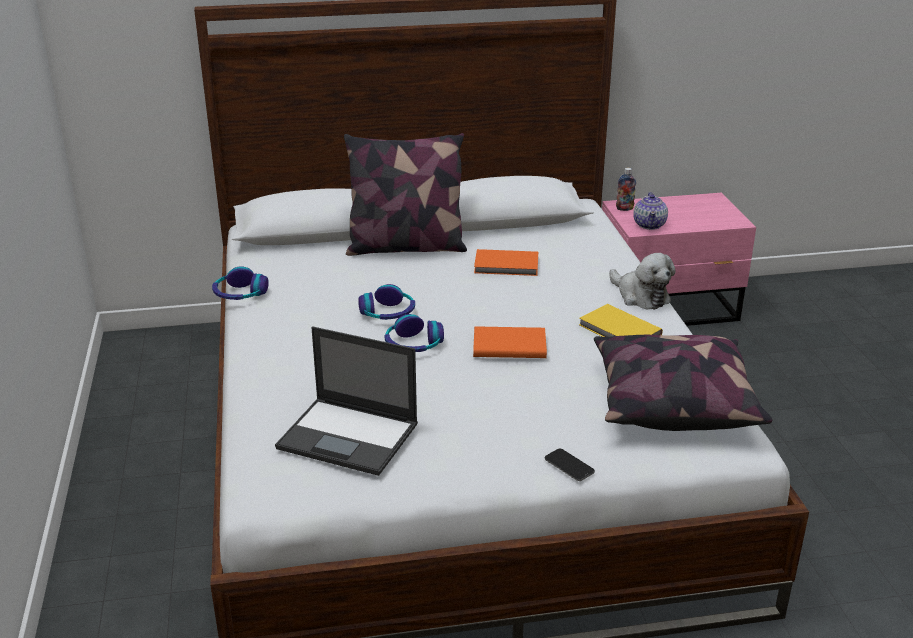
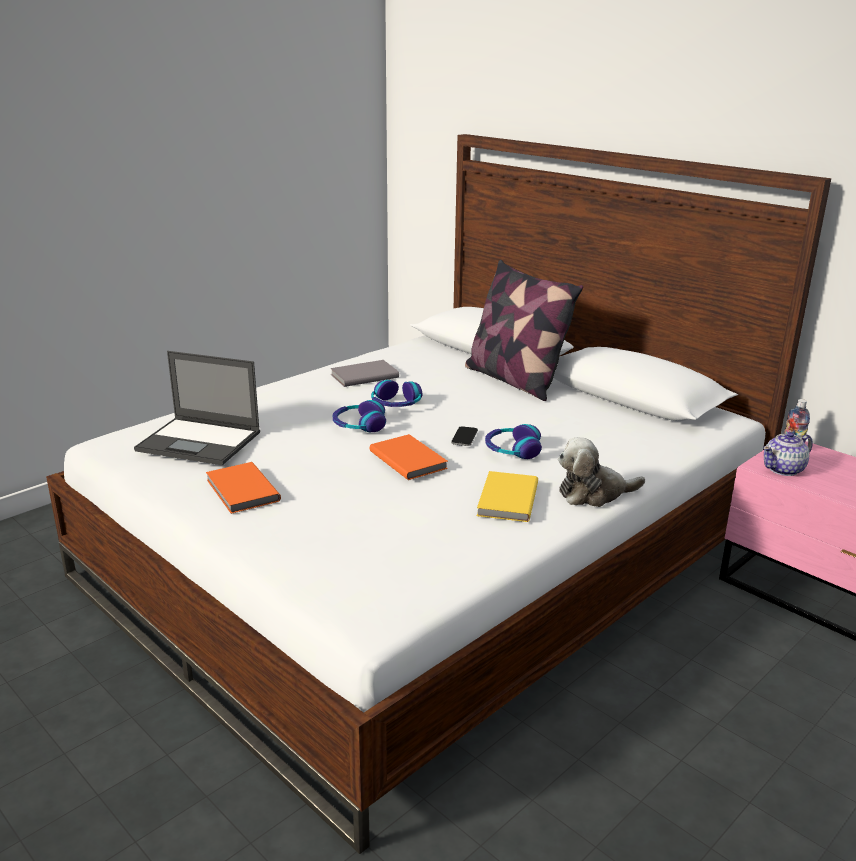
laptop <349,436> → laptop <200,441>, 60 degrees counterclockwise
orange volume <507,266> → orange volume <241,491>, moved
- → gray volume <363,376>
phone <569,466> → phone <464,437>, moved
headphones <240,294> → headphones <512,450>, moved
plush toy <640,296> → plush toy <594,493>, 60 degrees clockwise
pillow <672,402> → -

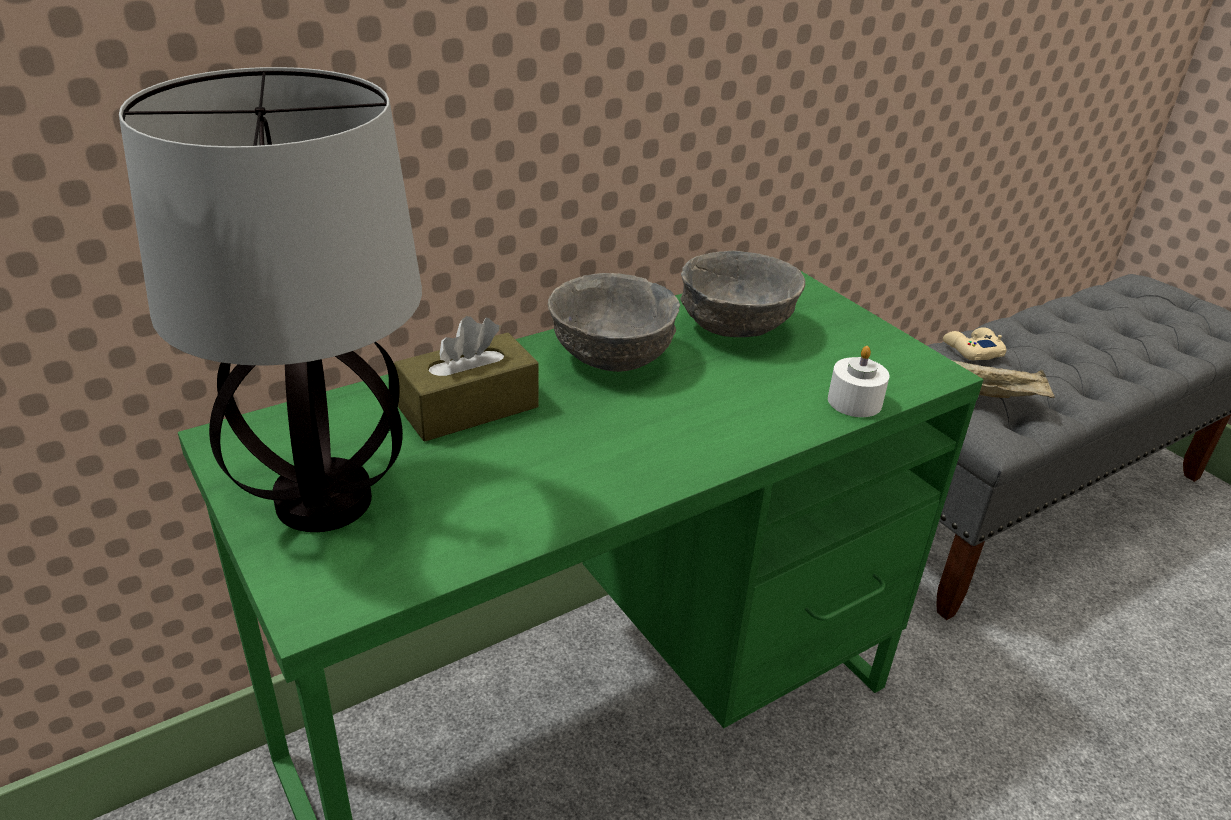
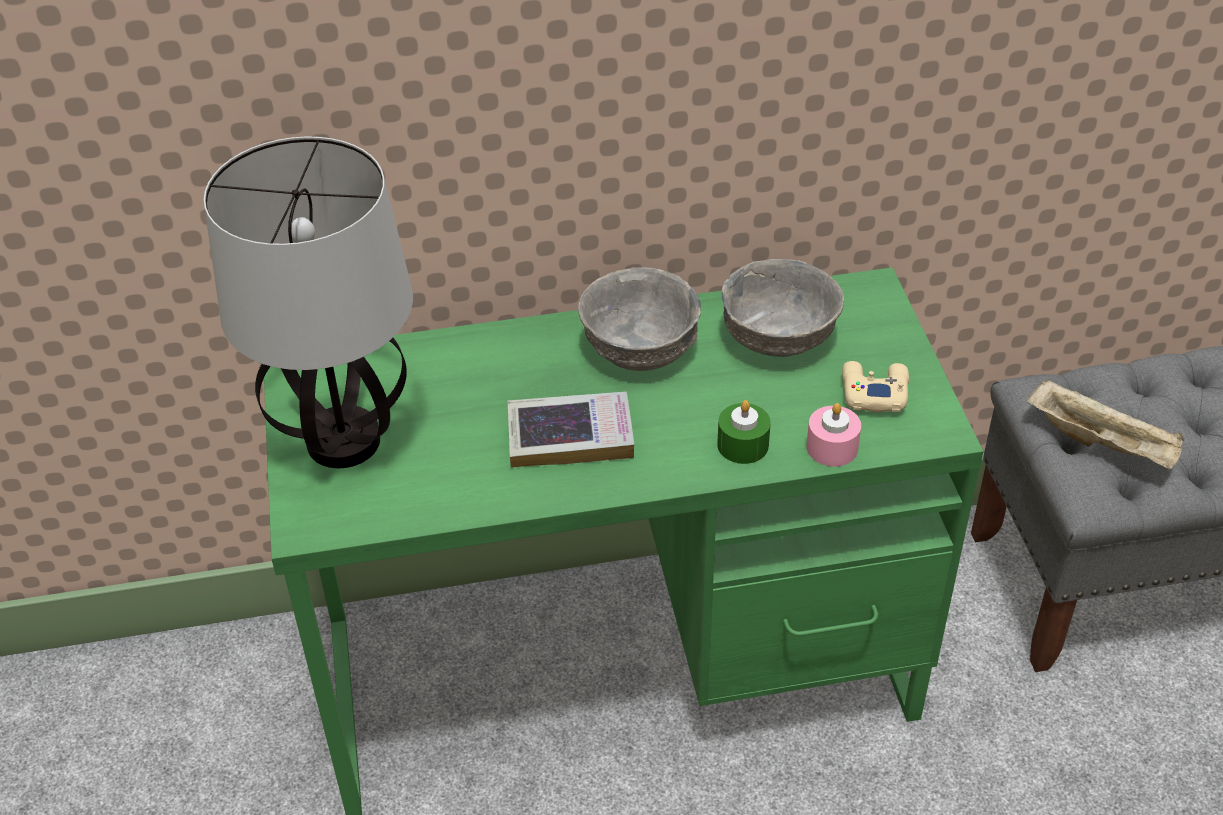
- → volume <570,436>
- → green-coloured wax light <743,445>
whitish wax light <854,401> → pink wax light <832,447>
sand-coloured joypad <972,350> → sand-coloured joypad <873,392>, moved
brownish tissue holder <468,407> → -

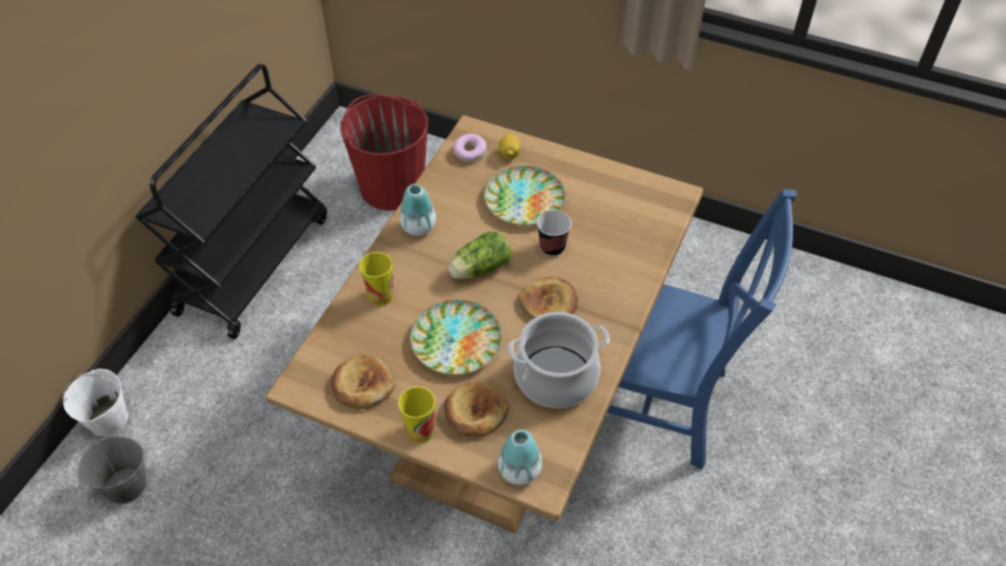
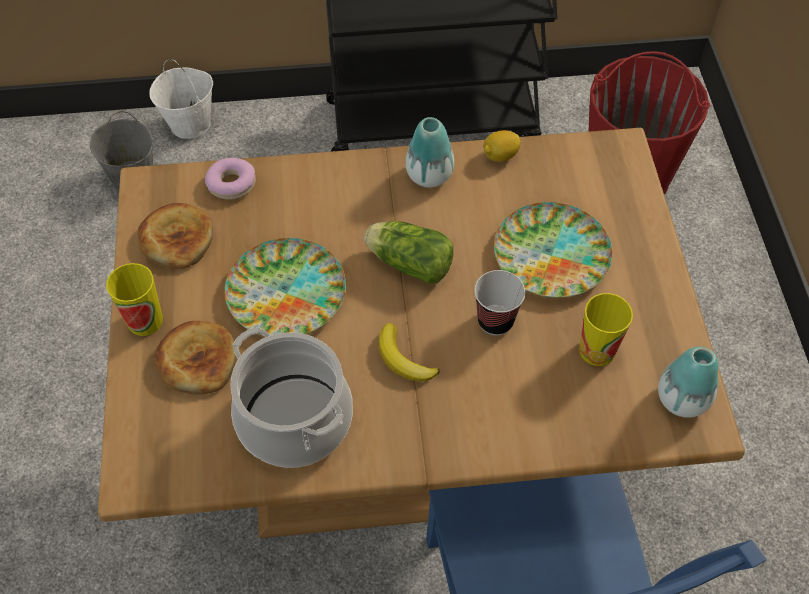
doughnut <469,152> → doughnut <231,184>, moved
bakery bread <549,303> → banana <404,359>
citrus fruit <509,154> → citrus fruit <500,156>, moved
drinking cup <380,295> → drinking cup <597,350>, moved
vase <519,471> → vase <682,399>, moved

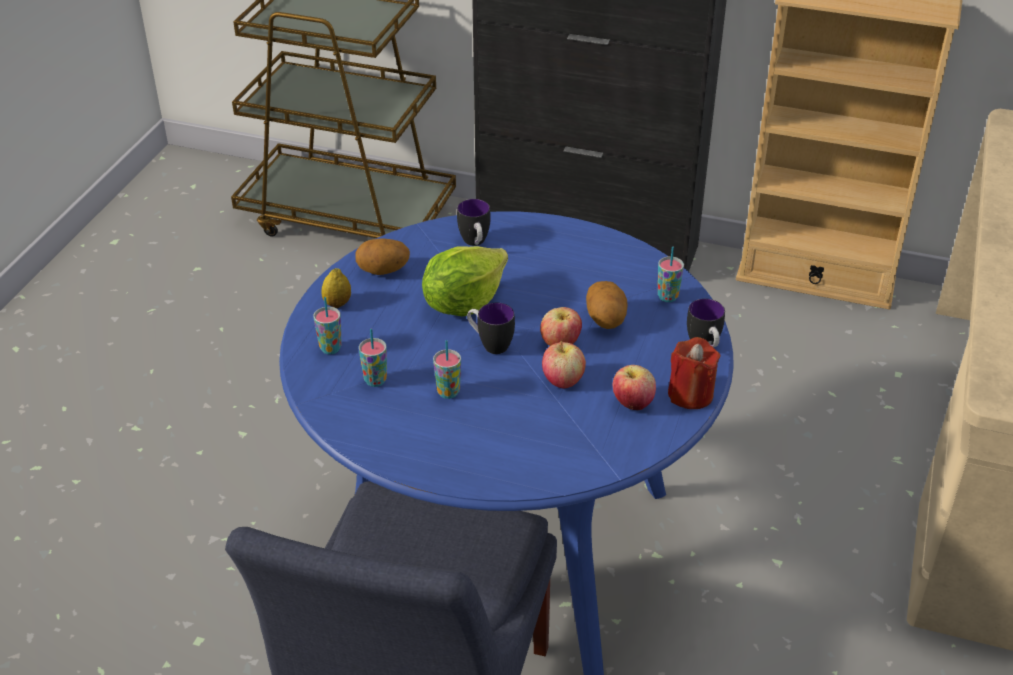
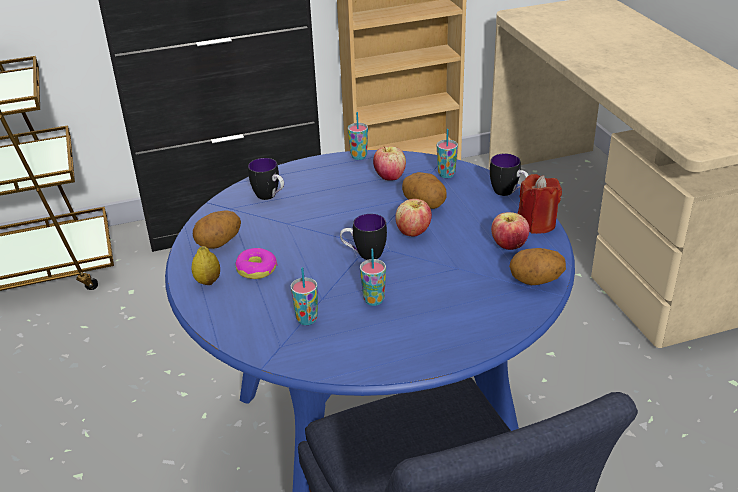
- → doughnut <256,269>
drinking cup <330,348> → drinking cup <359,156>, moved
apple fruit <563,381> → apple fruit <389,177>, moved
- → whole potato <536,282>
lettuce head <463,303> → -

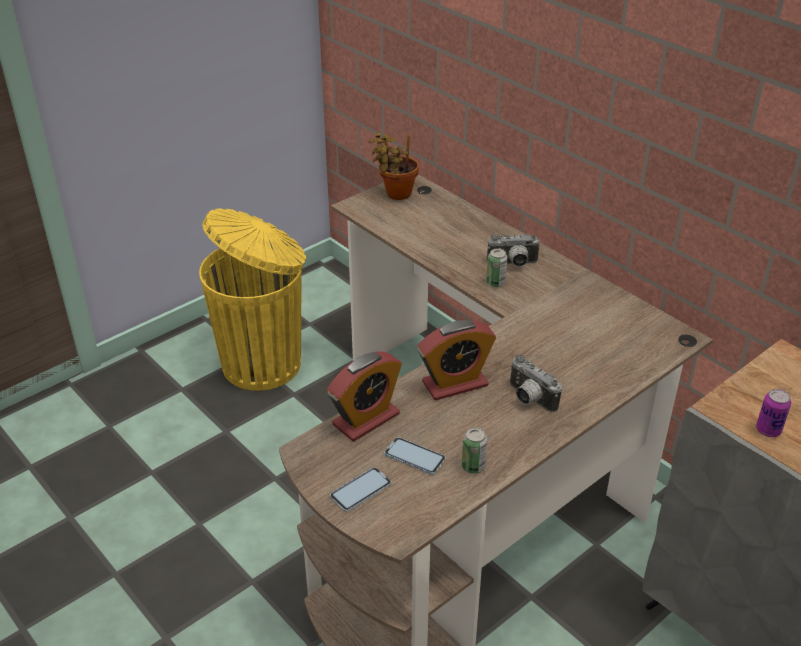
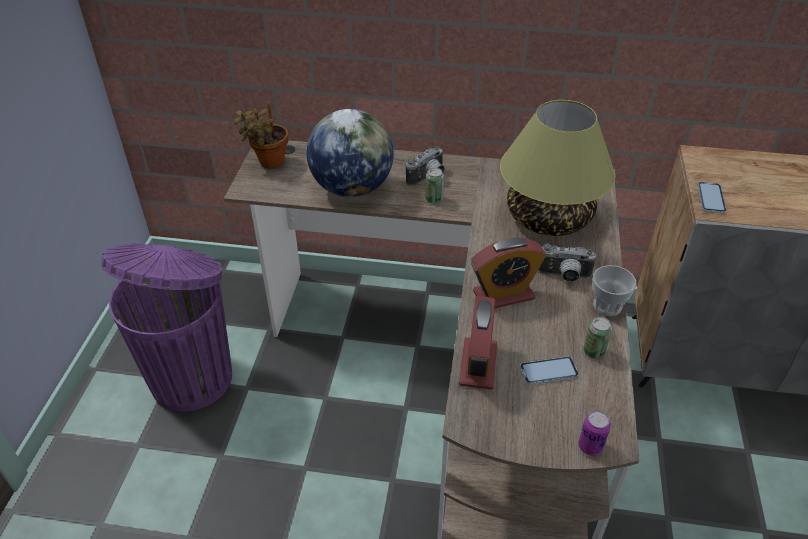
yellowish rubbish bin <264,363> → purplish rubbish bin <193,376>
- → globe <352,188>
bedside clock <455,384> → bedside clock <503,295>, 45 degrees clockwise
- → tabletop lamp <549,218>
sealed can <768,430> → sealed can <590,446>, moved
- → drinking cup <607,306>
phone <360,490> → phone <711,198>, moved

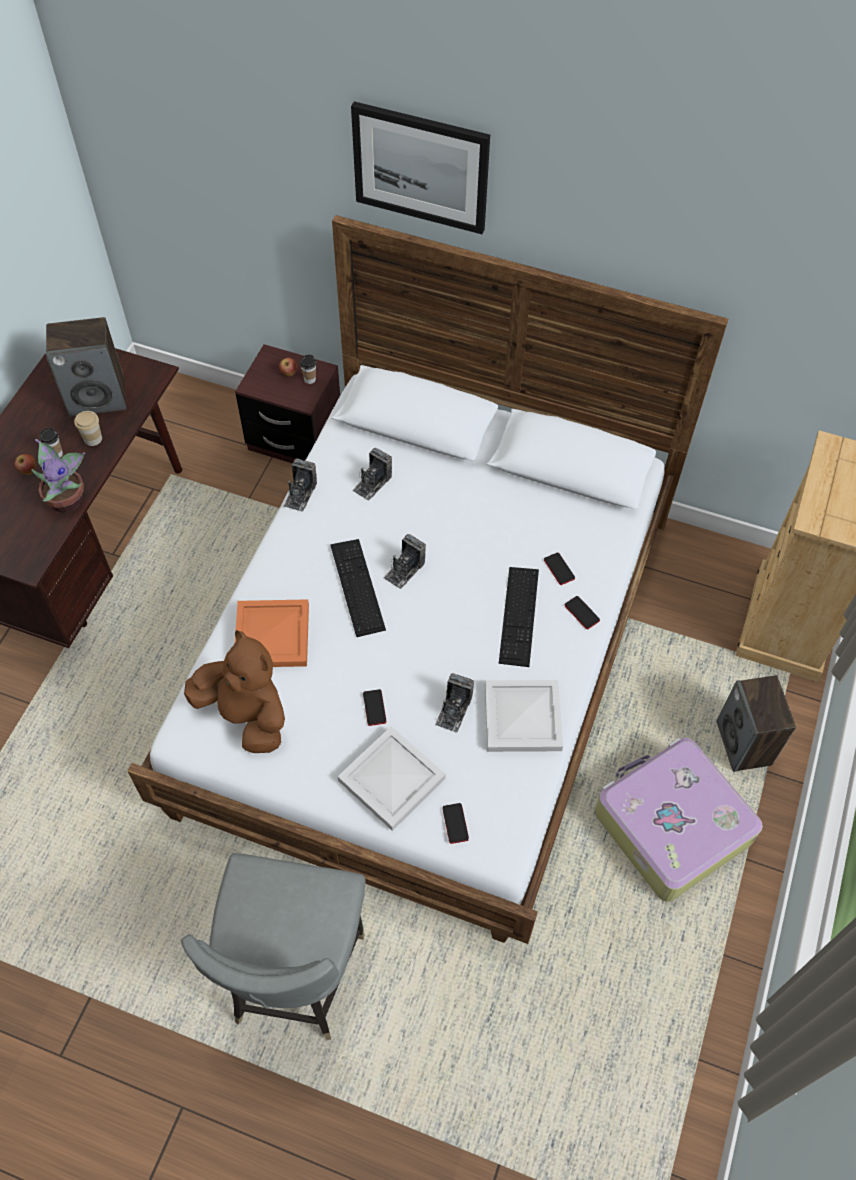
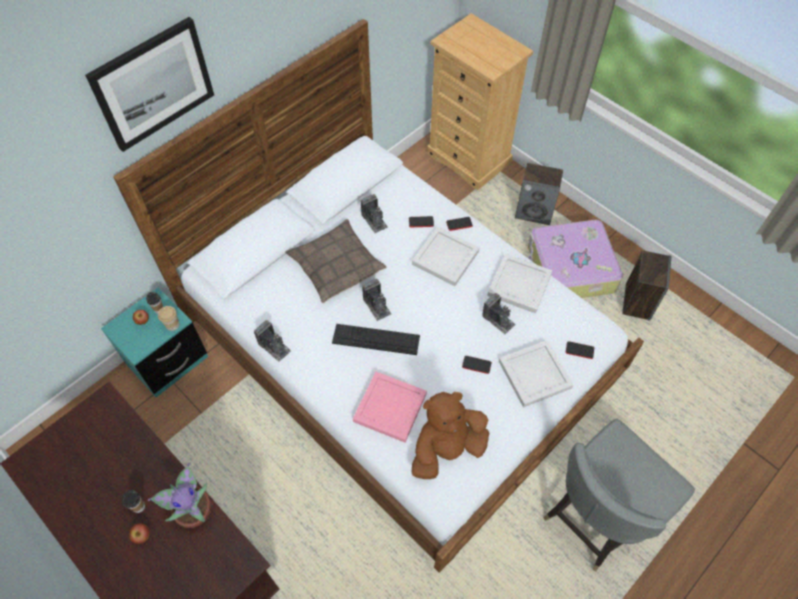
brownish night table <295,439> → turquoise night table <168,361>
drinking cup <93,439> → drinking cup <172,325>, moved
- → pillow <336,266>
orange tray <273,634> → pink tray <389,406>
still camera <372,483> → still camera <374,220>, moved
keyboard <519,616> → whitish tray <445,257>
gray upright chair <294,975> → gray upright chair <594,518>, 105 degrees clockwise
speaker <98,397> → speaker <637,301>, moved

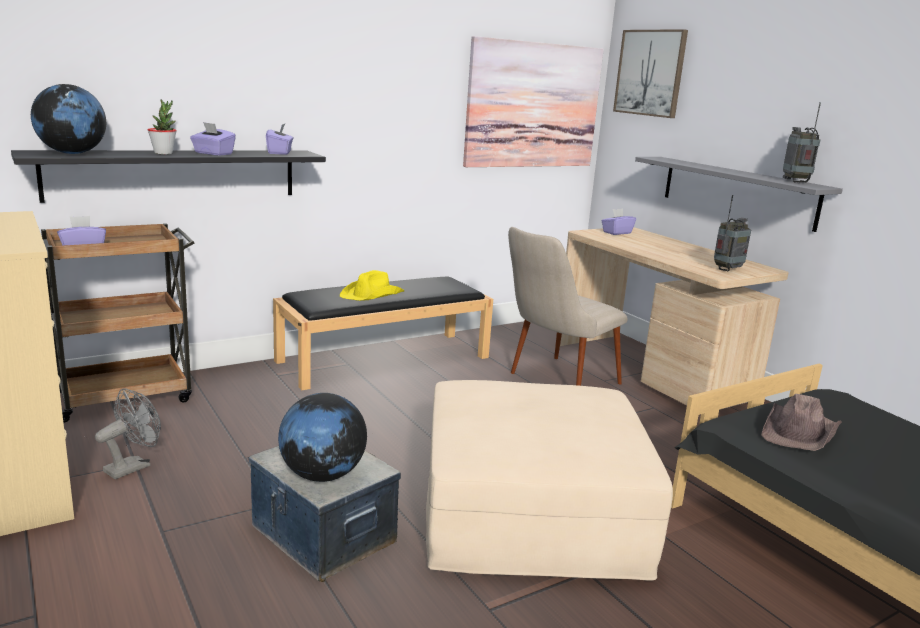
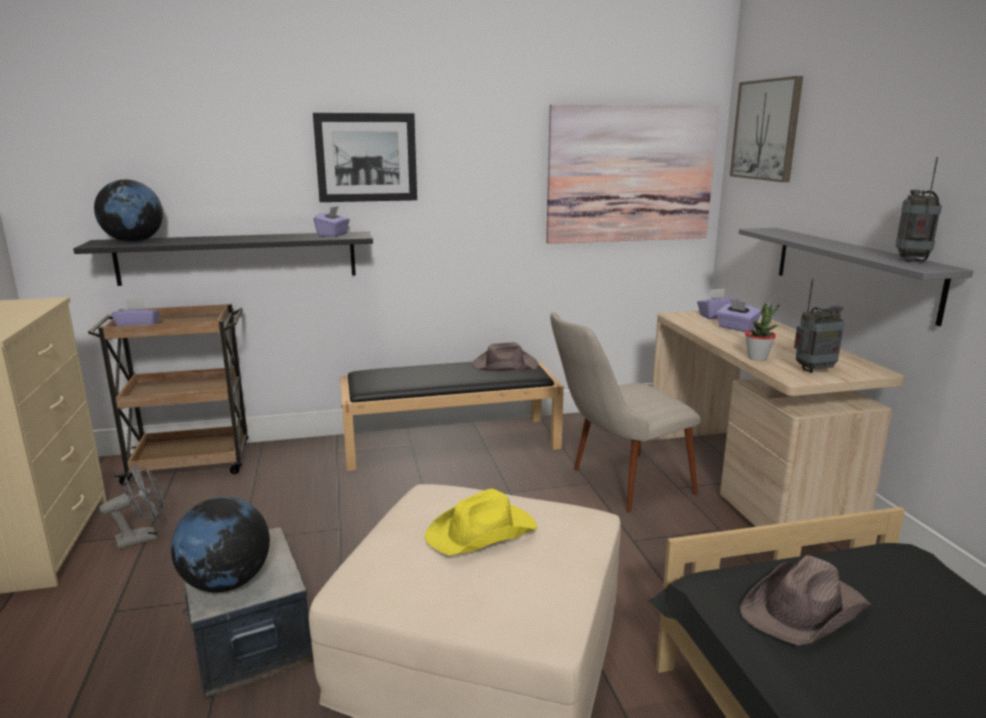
- → wall picture <366,157>
yellowish hat <373,295> → yellowish hat <483,533>, moved
- → brownish hat <504,365>
purplish tissue holder <213,153> → purplish tissue holder <736,328>, moved
houseplant <163,153> → houseplant <757,358>, moved

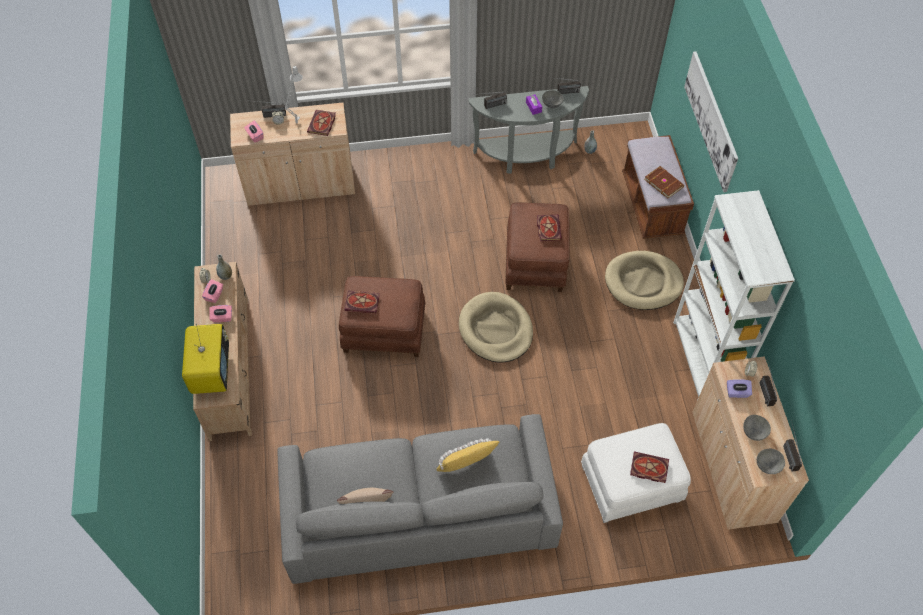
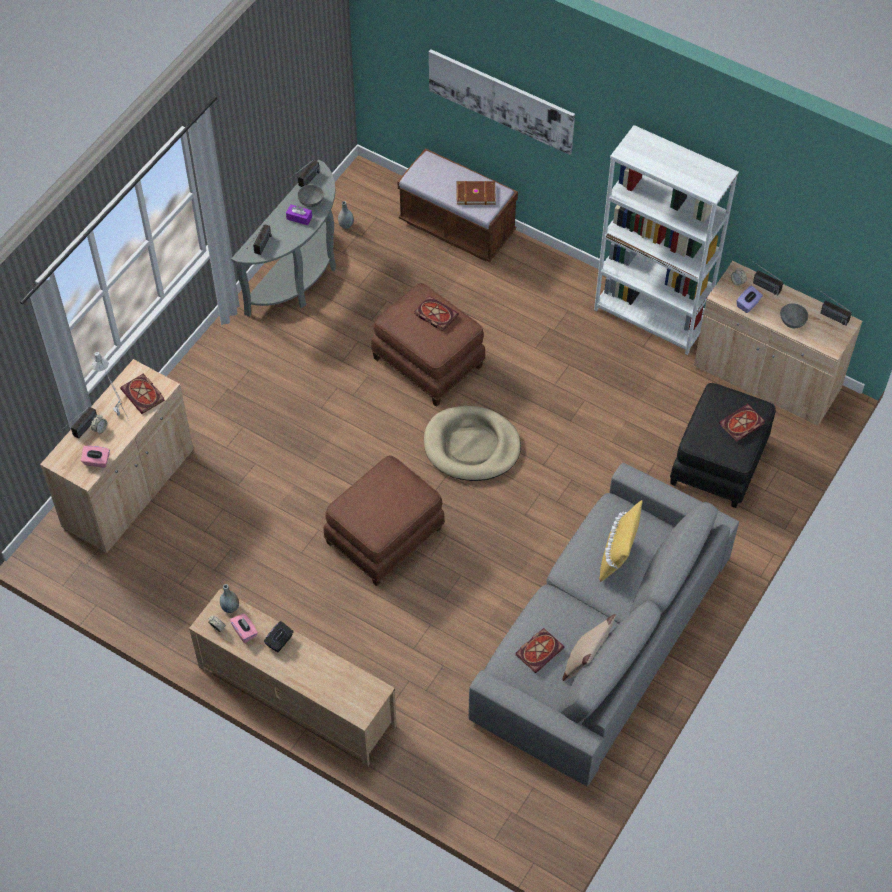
pink tissue holder <222,318> → black-coloured tissue holder <279,641>
volume <363,302> → volume <539,650>, moved
whitish footrest <631,485> → black-coloured footrest <719,462>
TV <211,371> → -
sand-coloured dog bed <643,282> → -
gray bowl <768,466> → -

